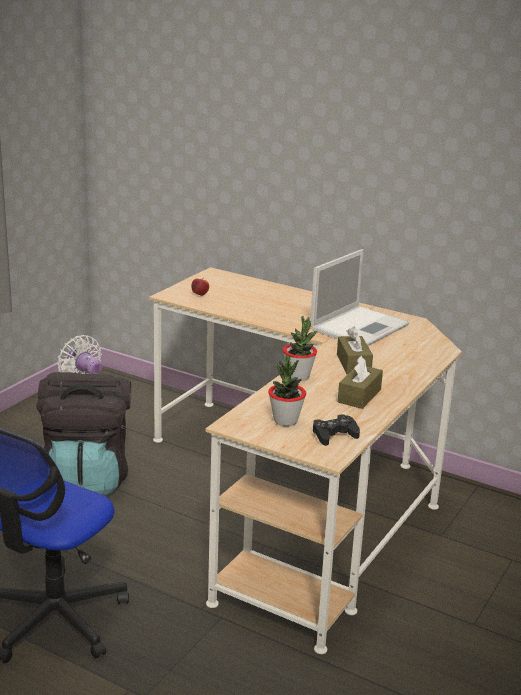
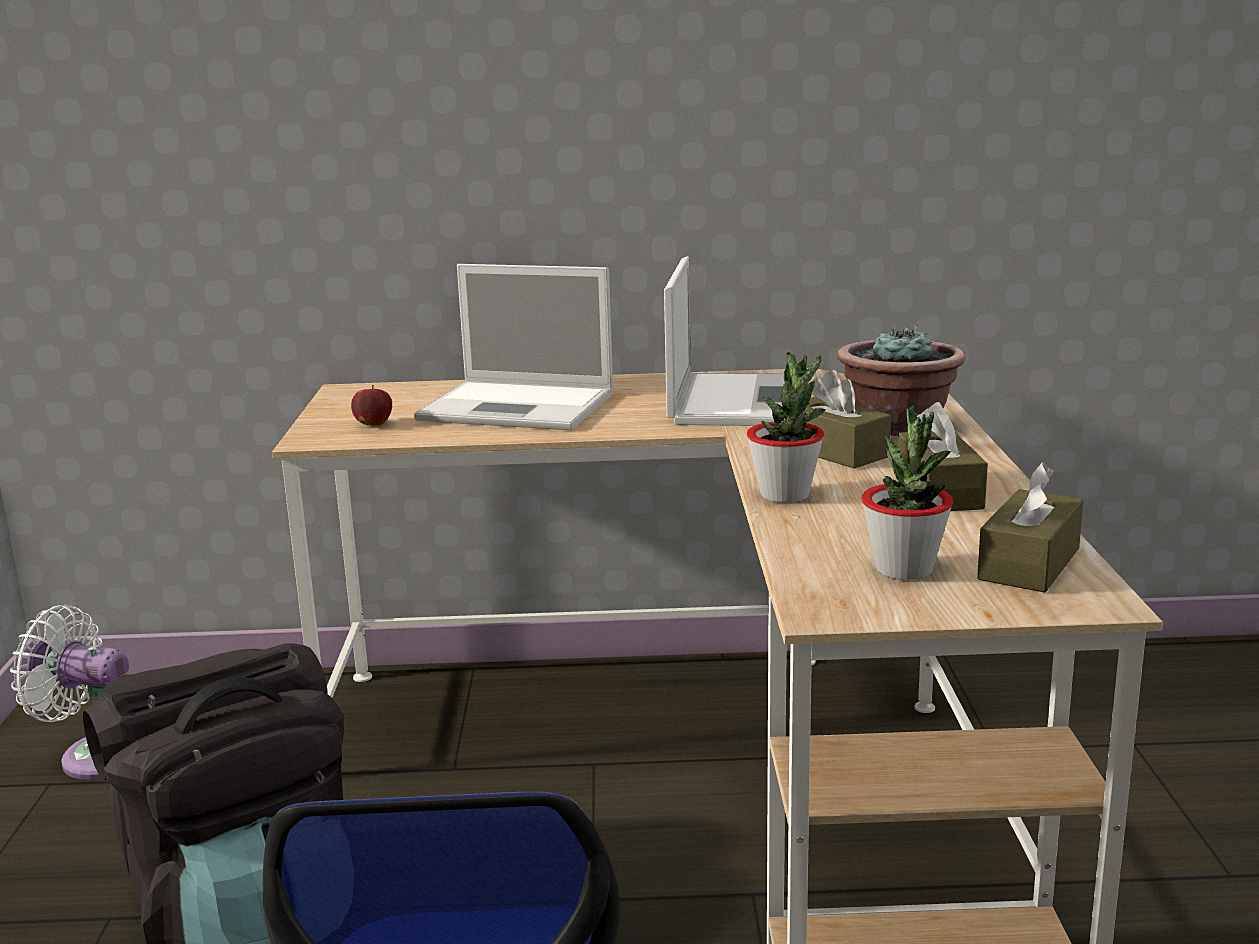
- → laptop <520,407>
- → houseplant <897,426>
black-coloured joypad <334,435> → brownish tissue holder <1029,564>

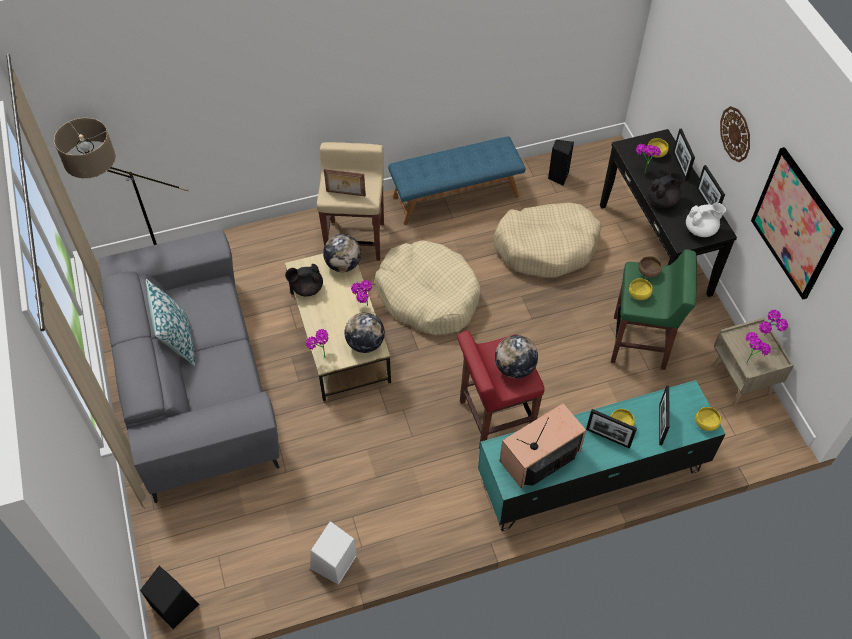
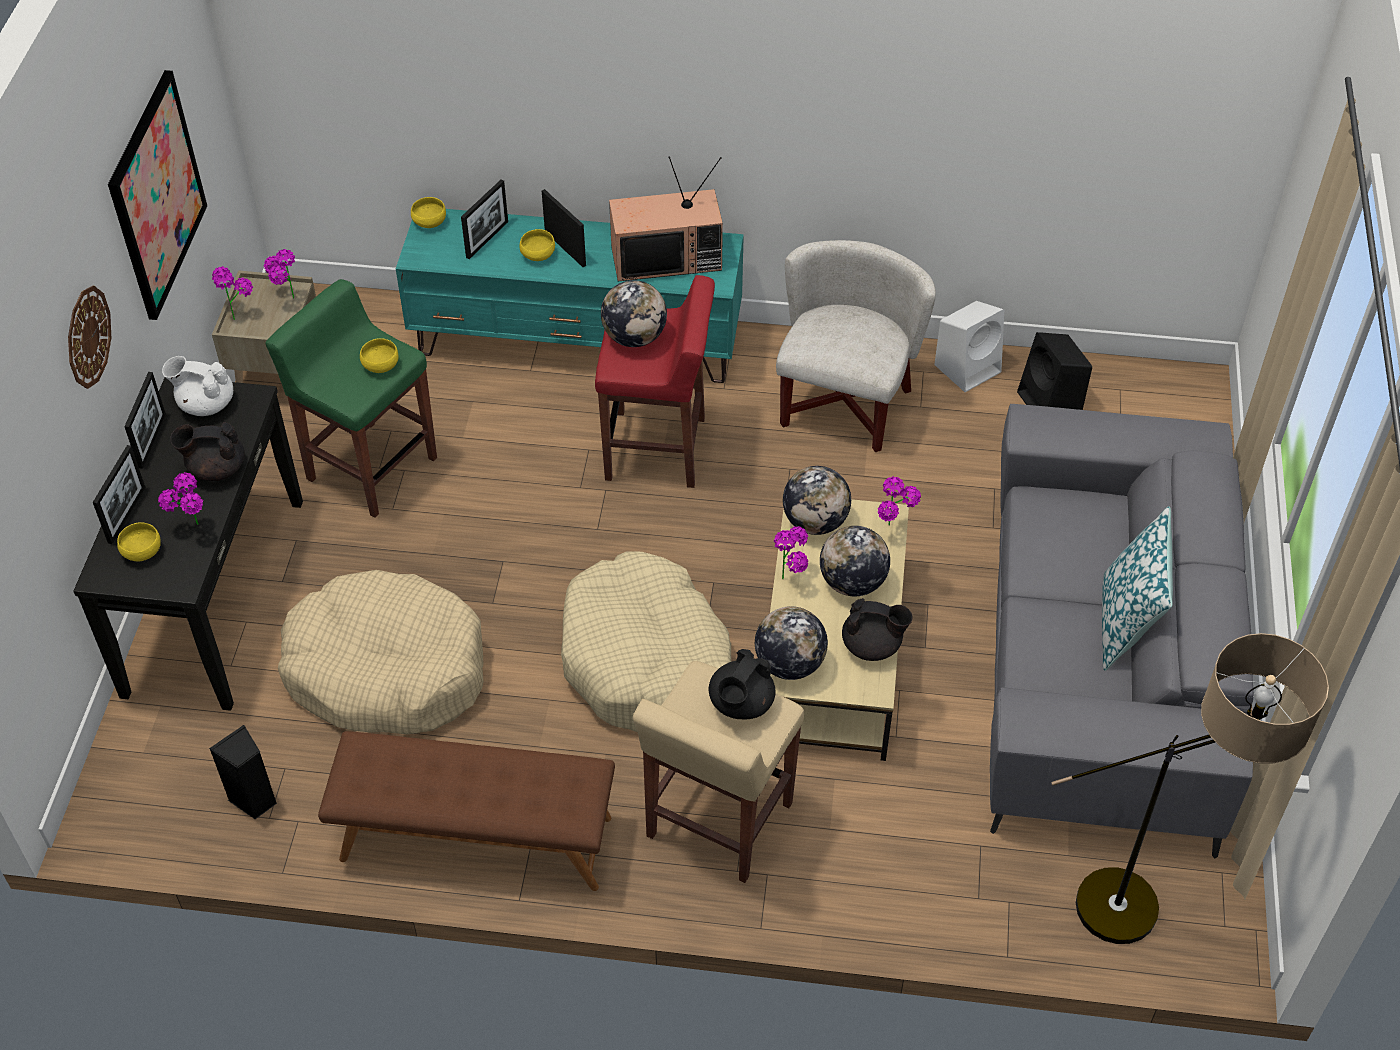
bluish indoor bench <455,196> → brownish indoor bench <475,839>
standing frame <345,194> → black-coloured teapot <741,704>
- → whitish easy chair <844,405>
- → globe <852,583>
black-coloured speaker <173,604> → black-coloured speaker <1051,402>, moved
brownish bowl <649,272> → -

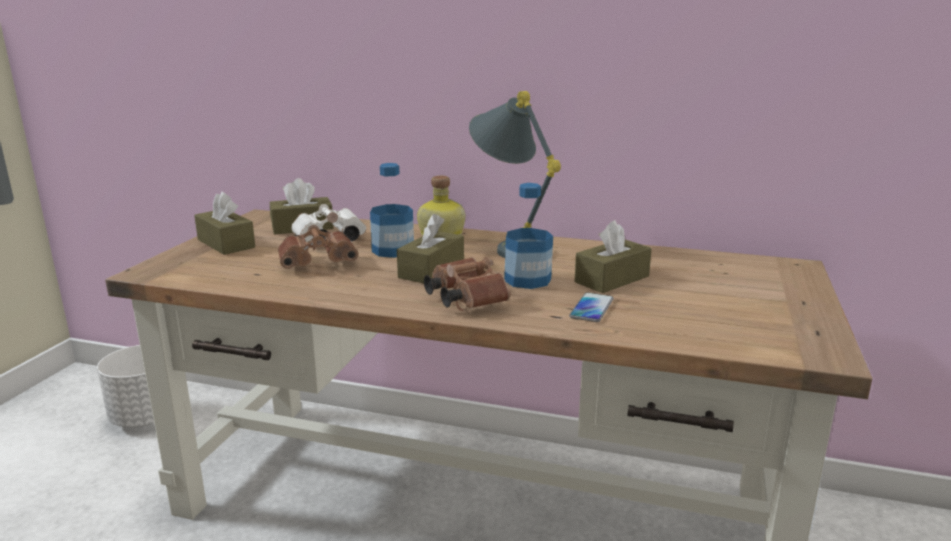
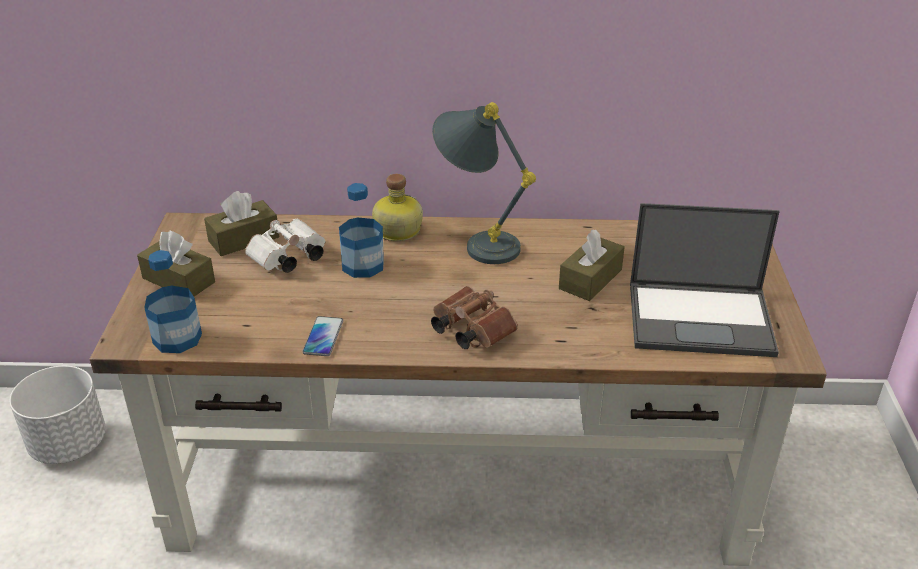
bottle <527,280> → bottle <177,338>, moved
phone <591,308> → phone <323,337>, moved
- → laptop <702,318>
brownish binoculars <320,263> → -
brownish tissue holder <431,270> → -

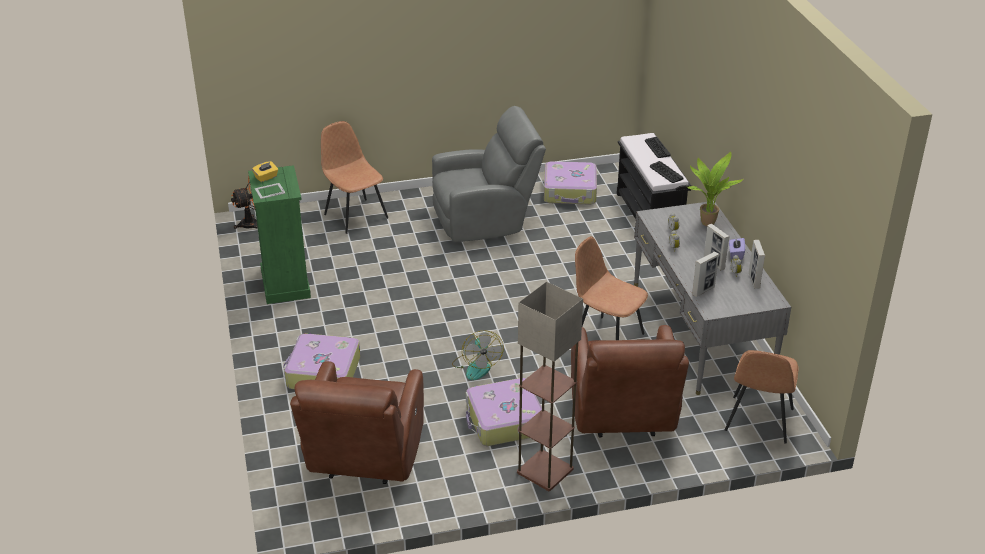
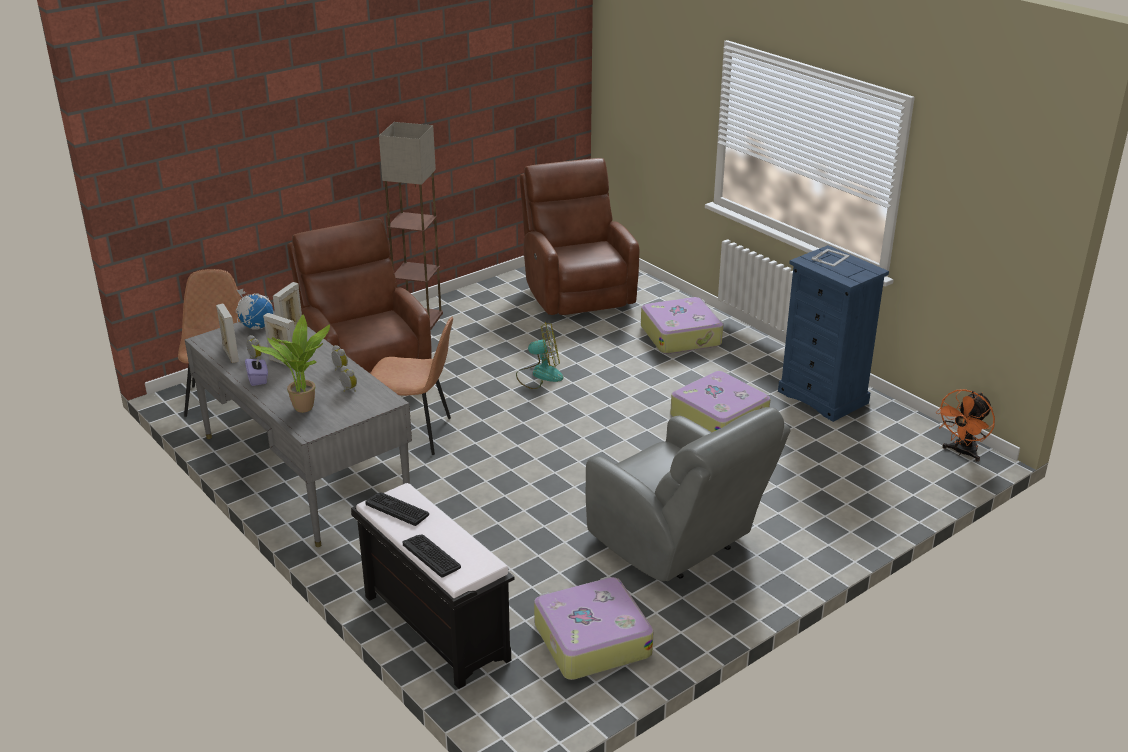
- → globe <256,327>
electric fan <476,366> → electric fan <539,375>, 120 degrees clockwise
gray easy chair <485,220> → gray easy chair <677,545>, 90 degrees counterclockwise
suitcase <504,421> → suitcase <719,417>, moved
green-coloured drawer chest <285,283> → bluish drawer chest <823,397>
yellowish tissue holder <266,177> → -
brownish upright chair <355,215> → -

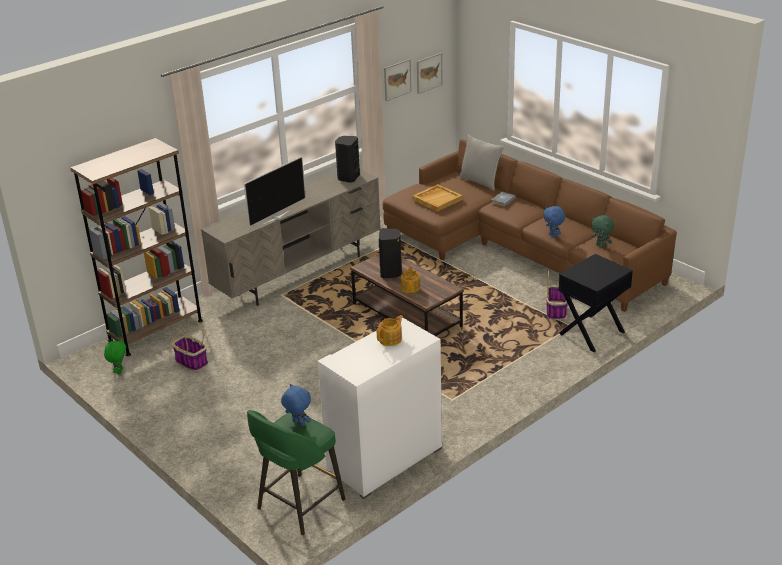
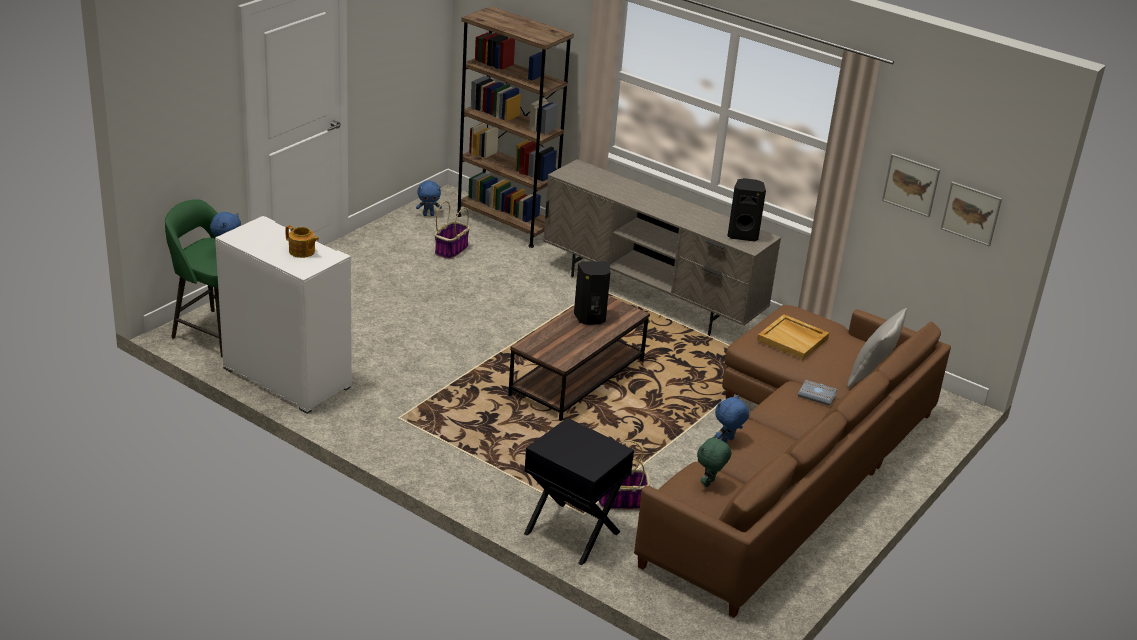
green-coloured plush toy <119,371> → bluish plush toy <428,215>
TV <276,217> → -
teapot <410,287> → -

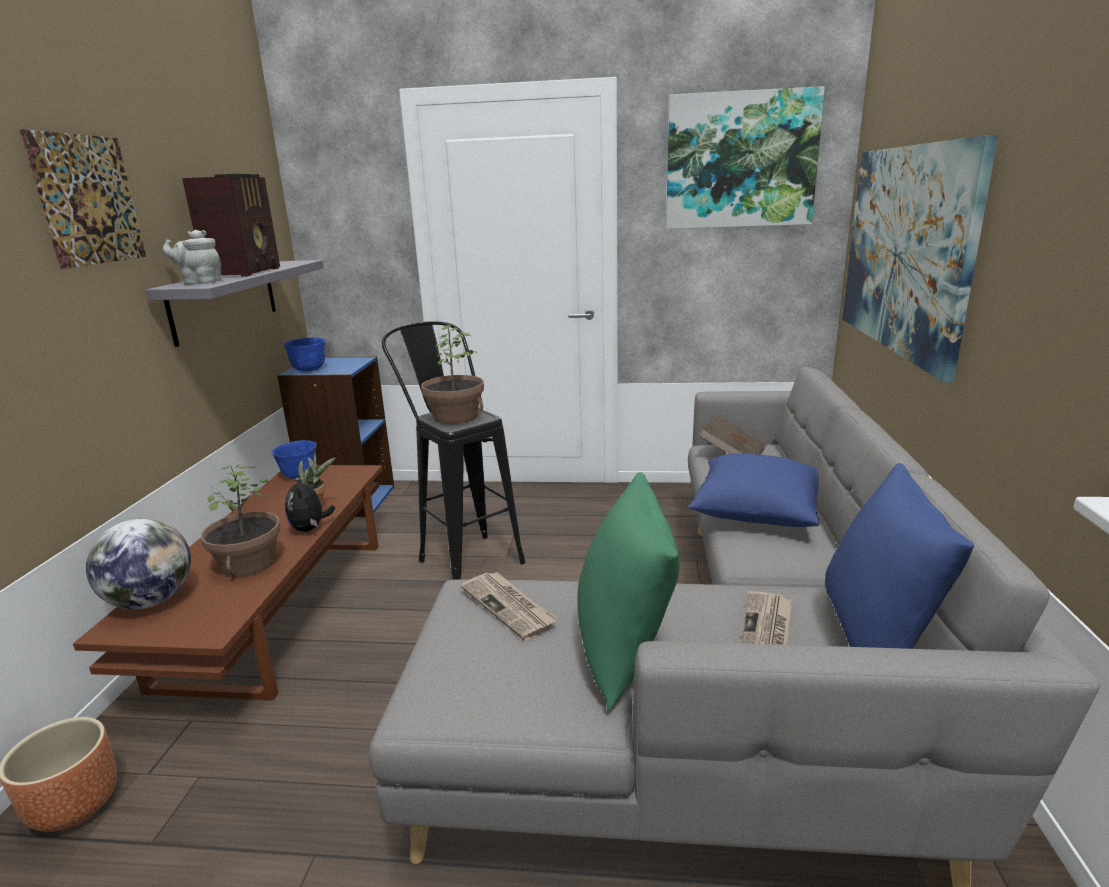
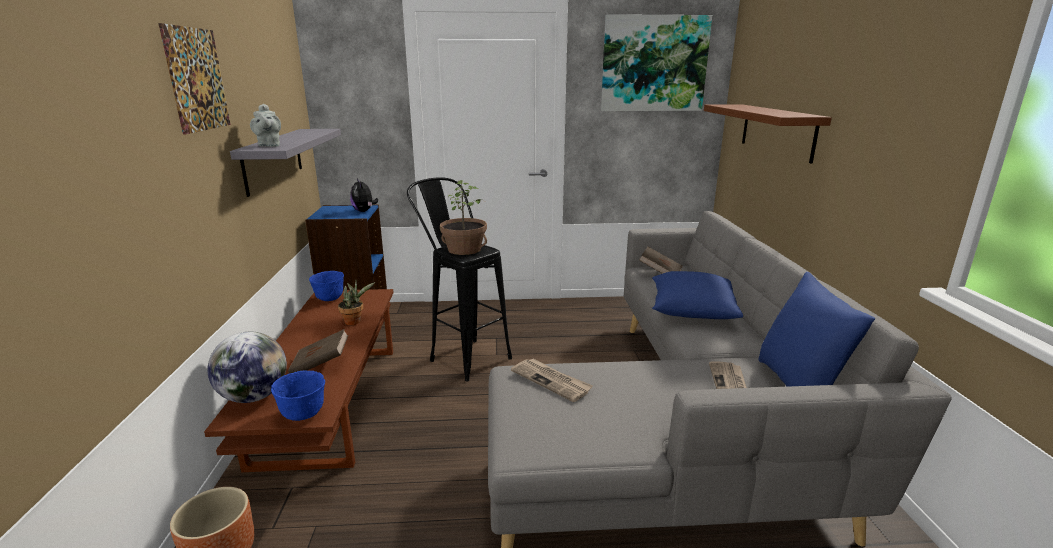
gray teapot <200,282> → gray teapot <269,145>, 105 degrees counterclockwise
bluish bowl <310,369> → bluish bowl <304,414>, moved
houseplant <248,563> → brownish volume <321,365>
plush toy <310,529> → plush toy <364,211>, moved
wall picture <905,250> → brownish bracket shelf <777,131>
radio <246,272> → -
green-coloured pillow <624,650> → -

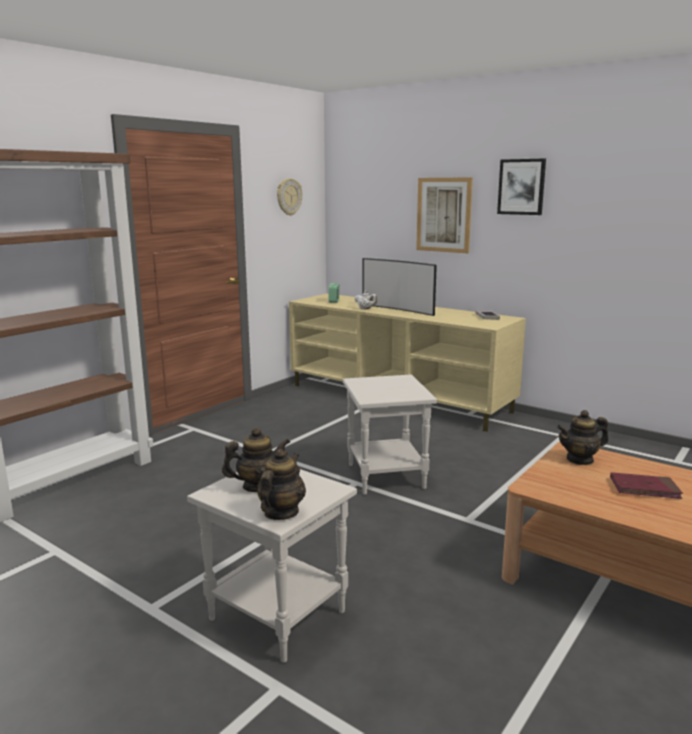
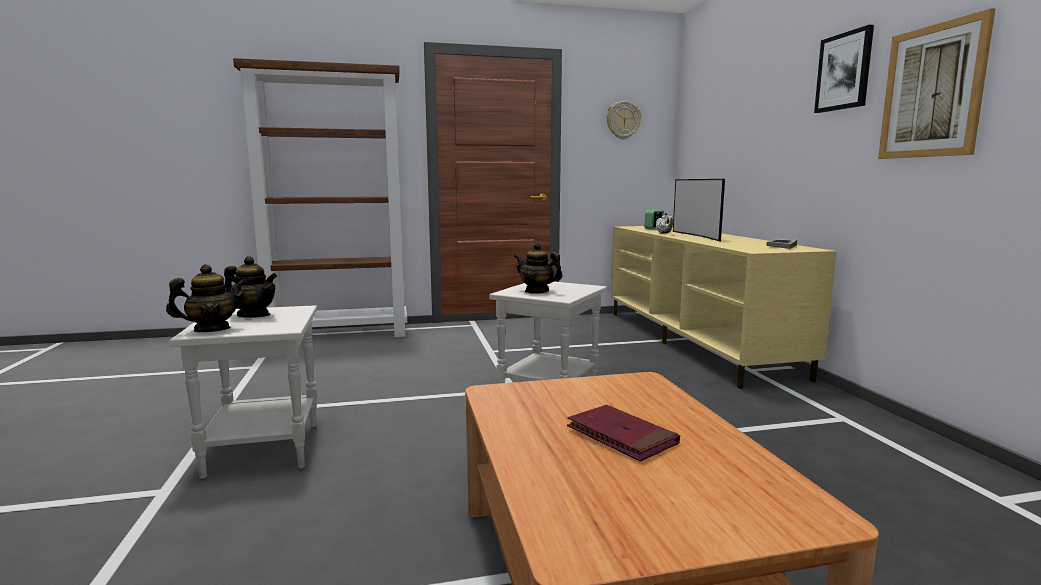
teapot <580,459> → teapot <537,291>, moved
wall picture <444,215> → wall picture <932,91>, moved

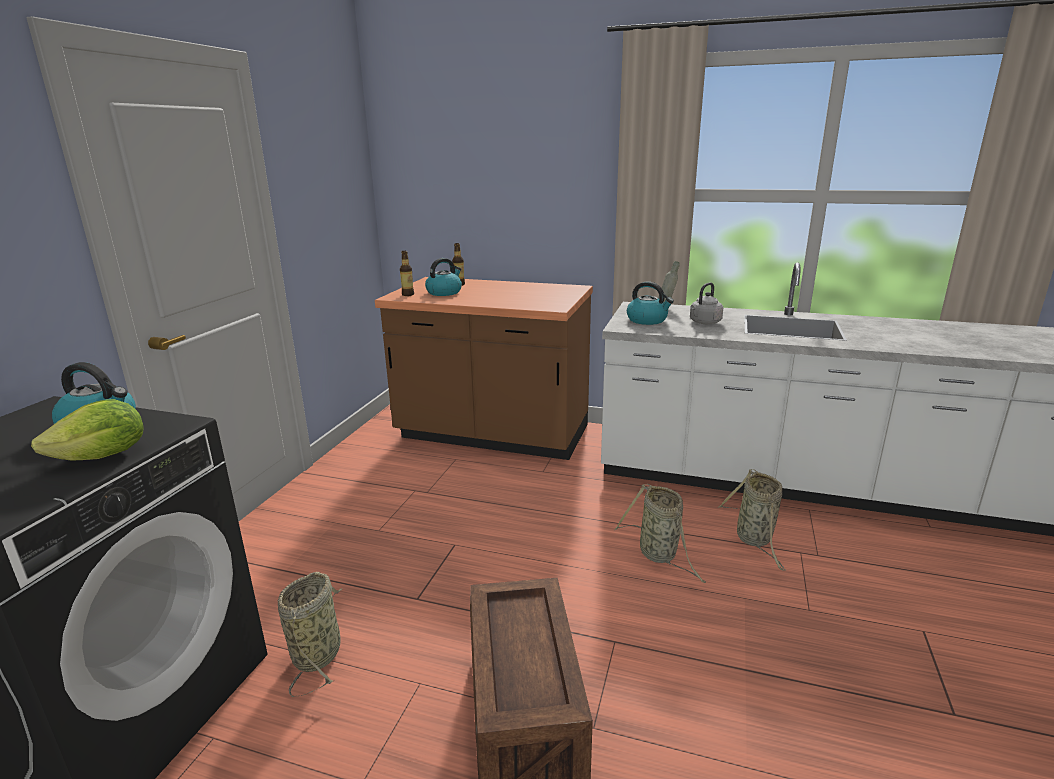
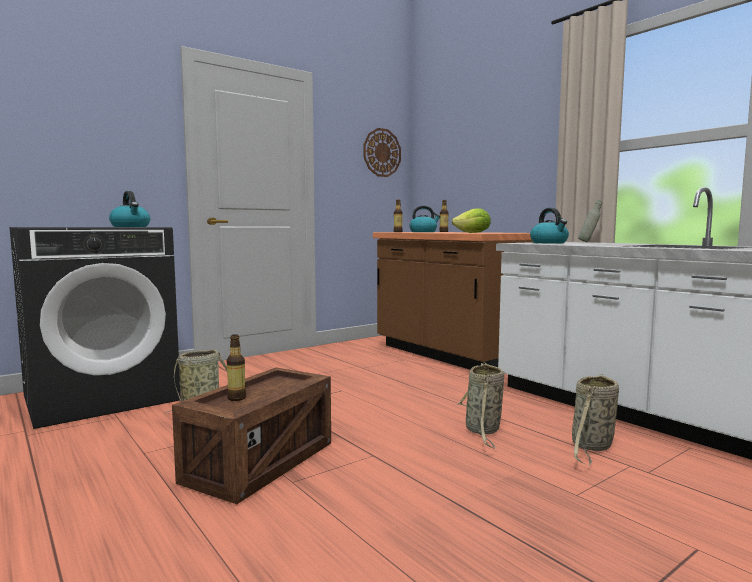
- → bottle <236,398>
- → hanging clock <382,152>
lettuce head <104,457> → lettuce head <473,233>, moved
gray kettle <704,322> → -

